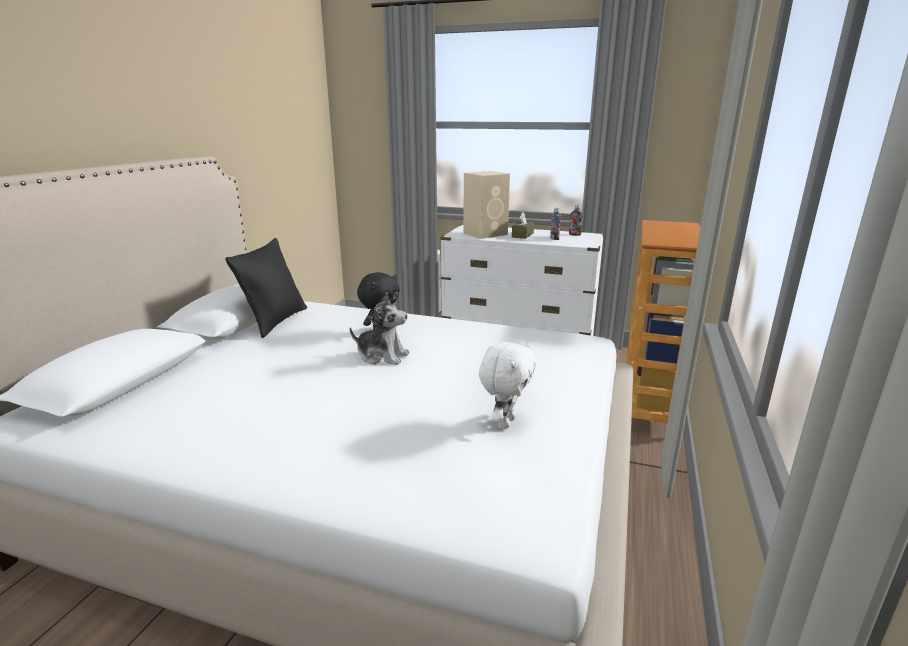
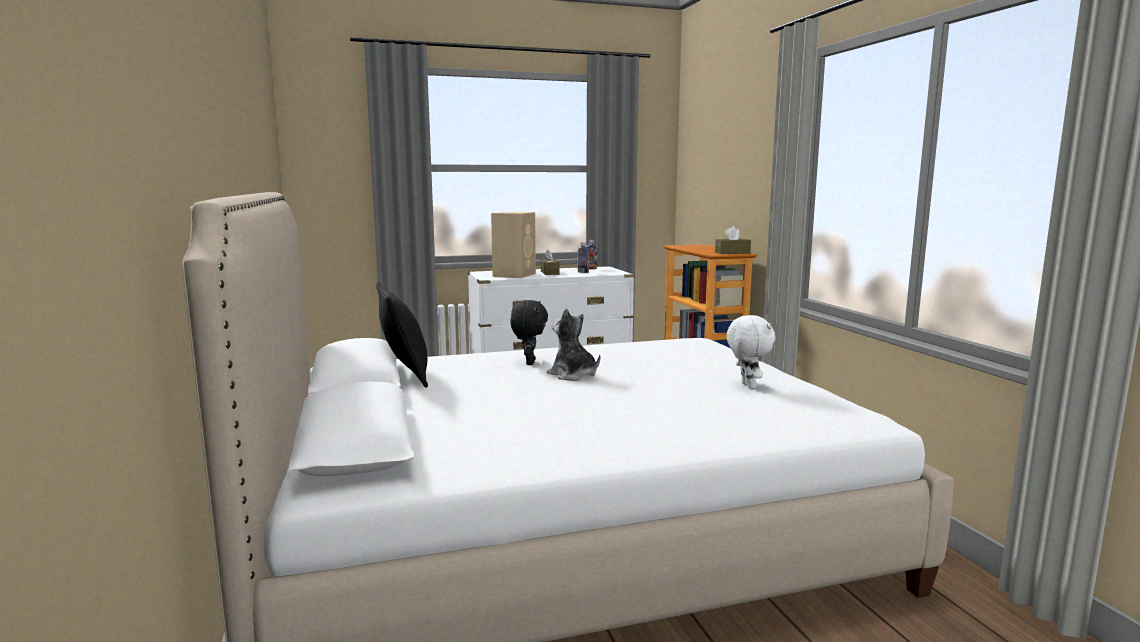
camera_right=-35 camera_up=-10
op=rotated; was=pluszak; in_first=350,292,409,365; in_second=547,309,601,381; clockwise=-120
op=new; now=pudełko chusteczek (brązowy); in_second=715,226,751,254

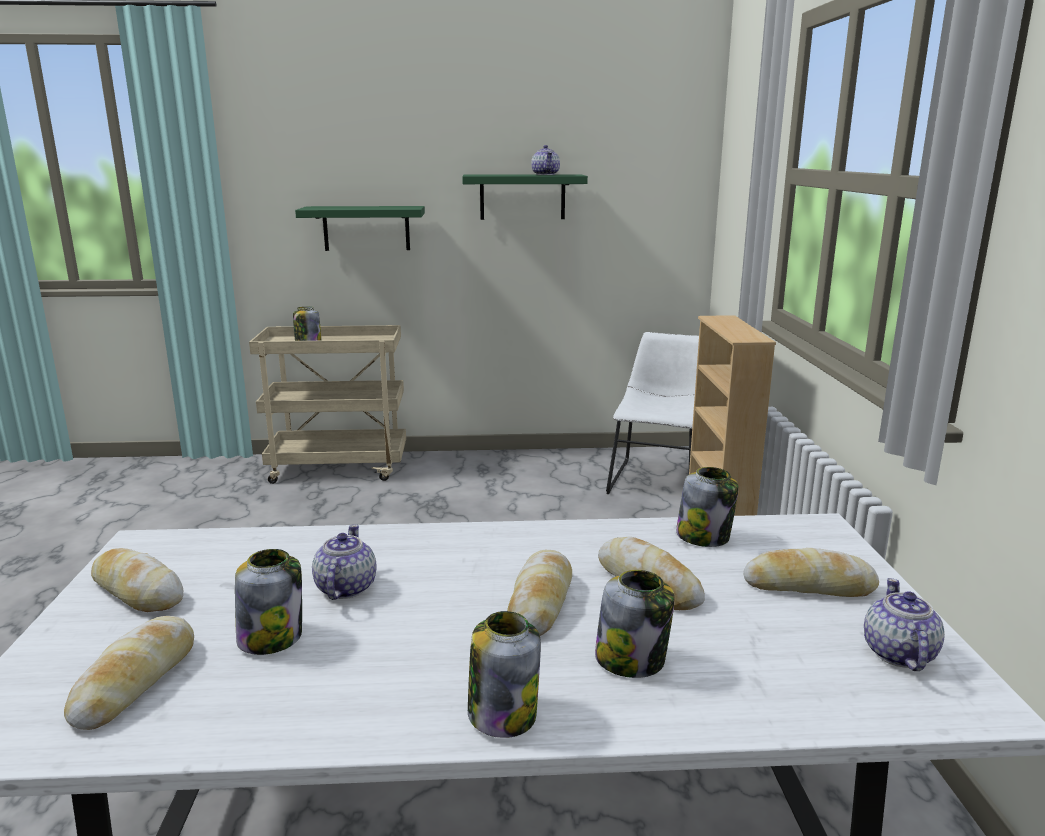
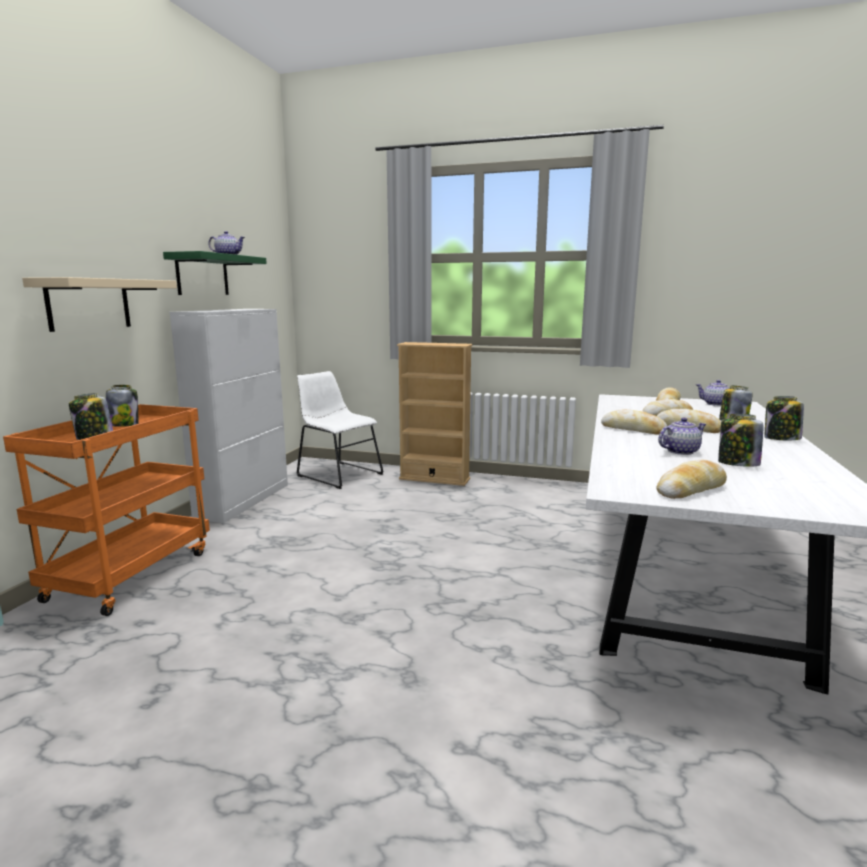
camera_right=-70 camera_up=-5
op=shifted; was=chleb; in_first=64,616,194,730; in_second=601,410,667,435
op=repainted; was=wózek (beżowy); now=wózek (pomarańczowy); in_first=249,325,406,484; in_second=3,404,210,616
op=repainted; was=półka (zielony); now=półka (beżowy); in_first=295,206,425,251; in_second=22,277,177,332
op=rotated; was=imbryk; in_first=312,524,377,600; in_second=658,417,706,455; clockwise=135
op=shifted; was=słoik; in_first=676,467,739,547; in_second=106,385,138,427
op=new; now=szafka (biały); in_second=170,309,288,523

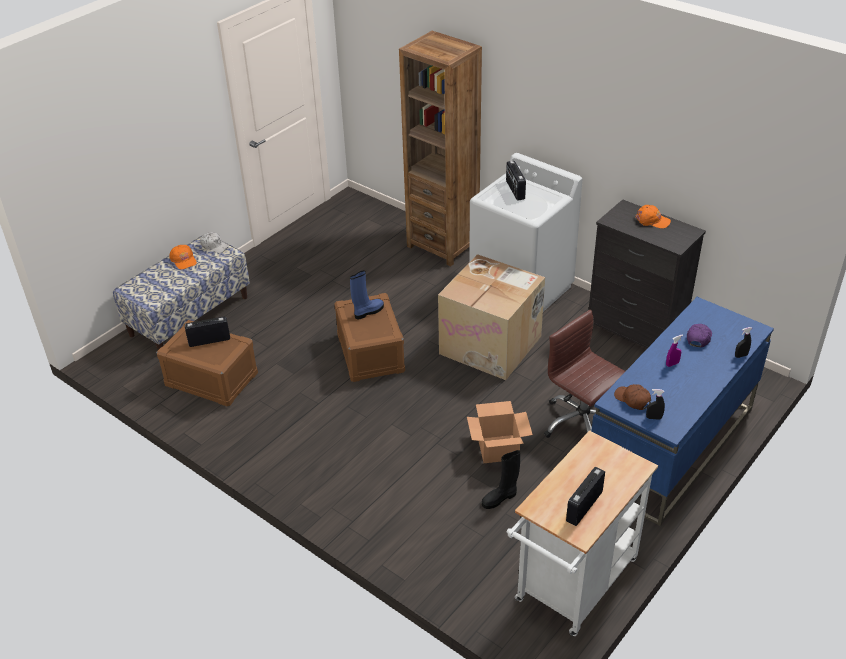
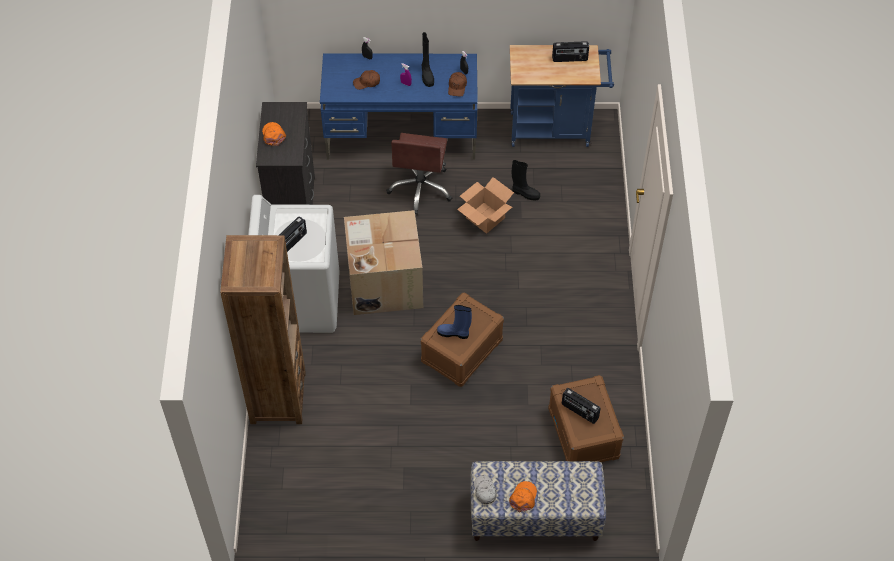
camera_right=-130 camera_up=15
op=repainted; was=wózek (biały); now=wózek (niebieski); in_first=507,430,658,636; in_second=510,45,614,147
op=repainted; was=czapka z daszkiem (fioletowy); now=czapka z daszkiem (brązowy); in_first=687,324,712,347; in_second=353,70,380,90
op=new; now=but z cholewką (czarny); in_second=422,32,434,87

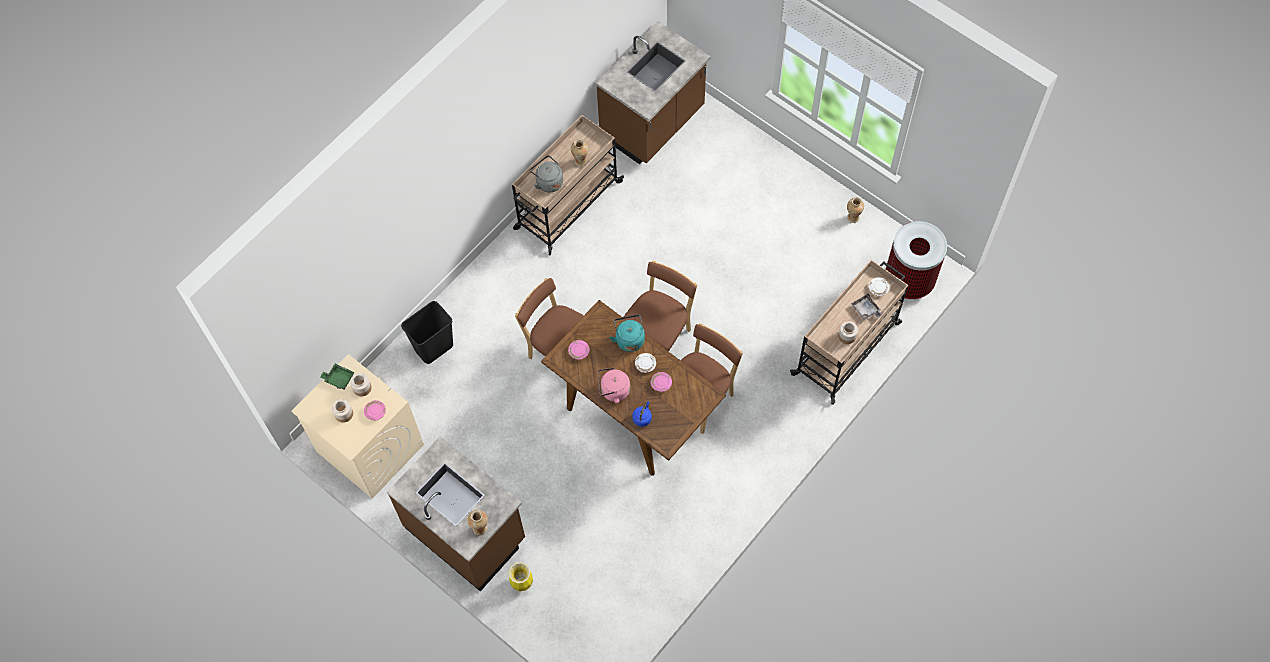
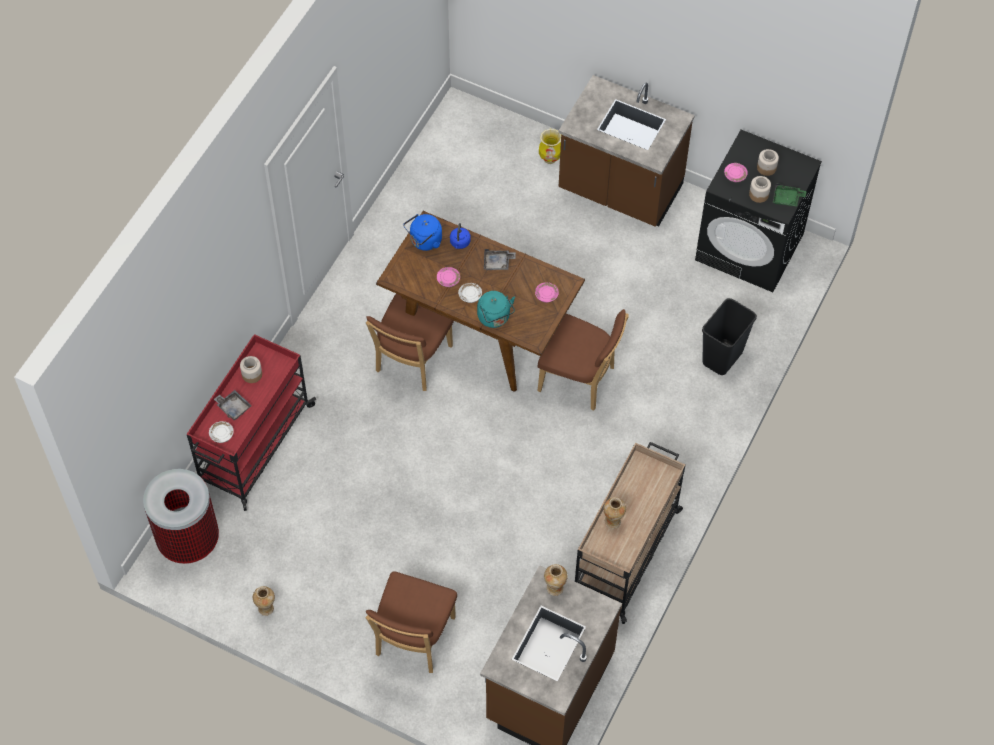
camera_right=165 camera_up=-5
op=repainted; was=pralka (beżowy); now=pralka (czarny); in_first=291,354,424,499; in_second=695,130,822,292
op=shifted; was=wazon; in_first=467,510,488,536; in_second=544,564,568,596
op=gone; was=czajnik (szary); in_first=530,155,563,192
op=swapped; was=czajnik (różowy); now=taca (szary); in_first=598,368,630,404; in_second=484,249,516,270
op=shifted; was=krzesło (brązowy); in_first=623,261,697,351; in_second=365,571,457,673
op=repainted; was=wózek (beżowy); now=wózek (czerwony); in_first=790,260,908,405; in_second=187,334,316,511
op=new; now=czajnik (niebieski); in_second=403,214,442,251

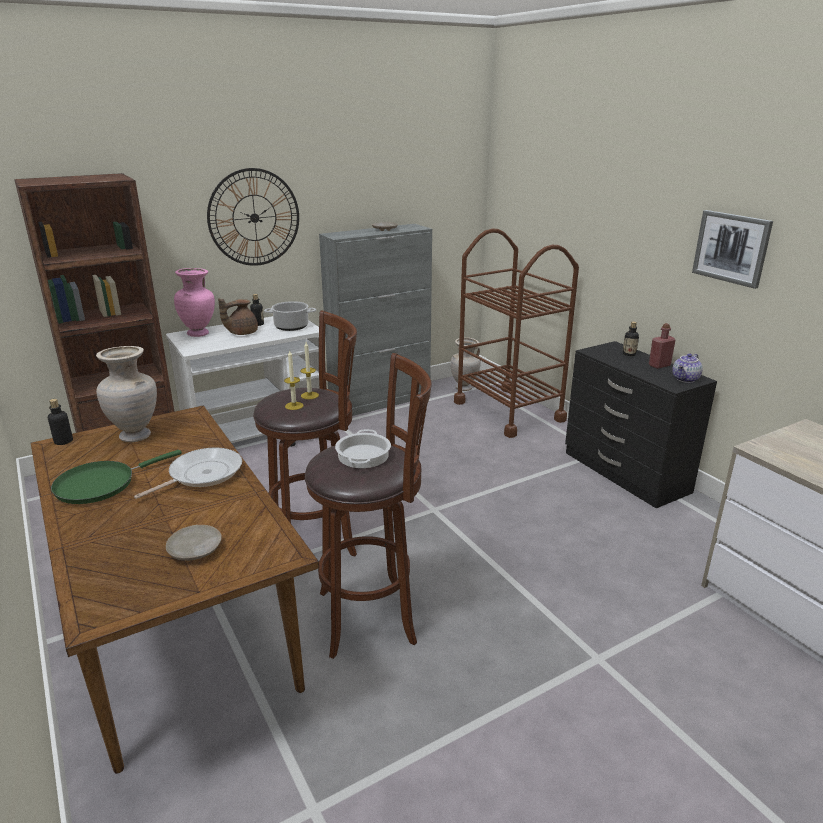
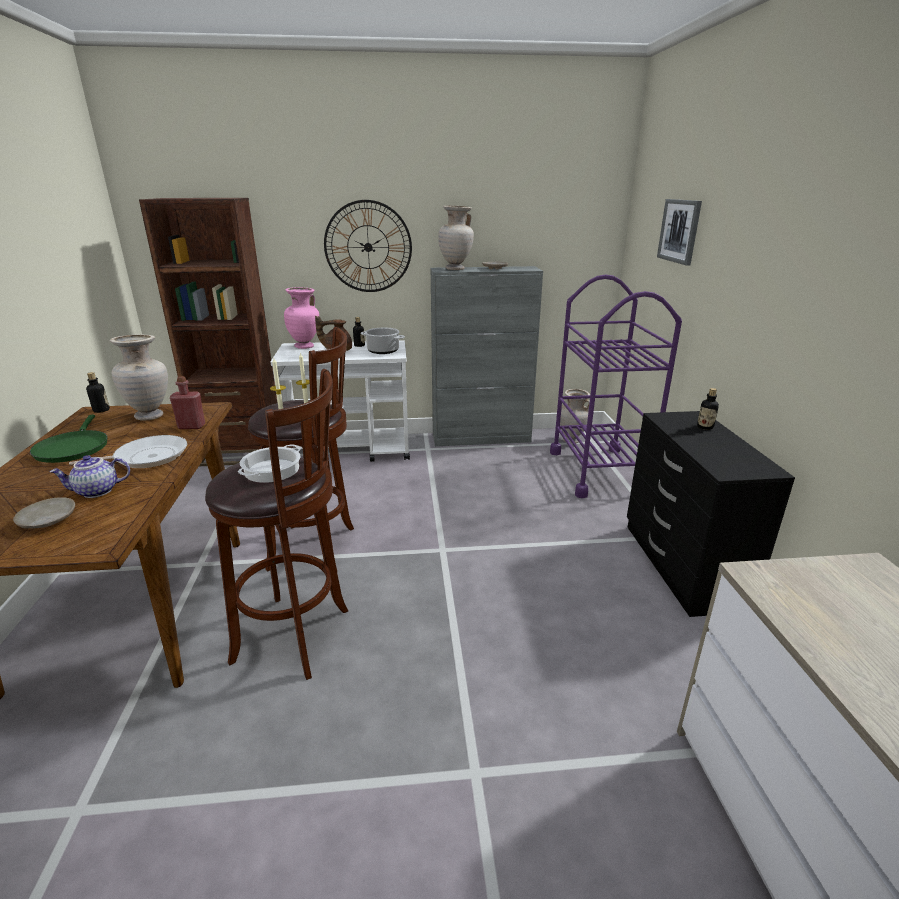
camera_right=25 camera_up=0
op=rotated; was=patelnia (zielony); in_first=51,450,182,504; in_second=30,415,107,463; clockwise=-90
op=repainted; was=wózek (brązowy); now=wózek (fioletowy); in_first=454,229,579,438; in_second=550,274,682,498
op=shifted; was=butelka (czerwony); in_first=649,323,675,369; in_second=170,376,205,429
op=shifted; was=imbryk; in_first=672,353,703,383; in_second=50,455,130,498
op=shifted; was=obraz; in_first=692,210,773,289; in_second=657,199,702,265
op=new; now=wazon (beżowy); in_second=438,206,474,270

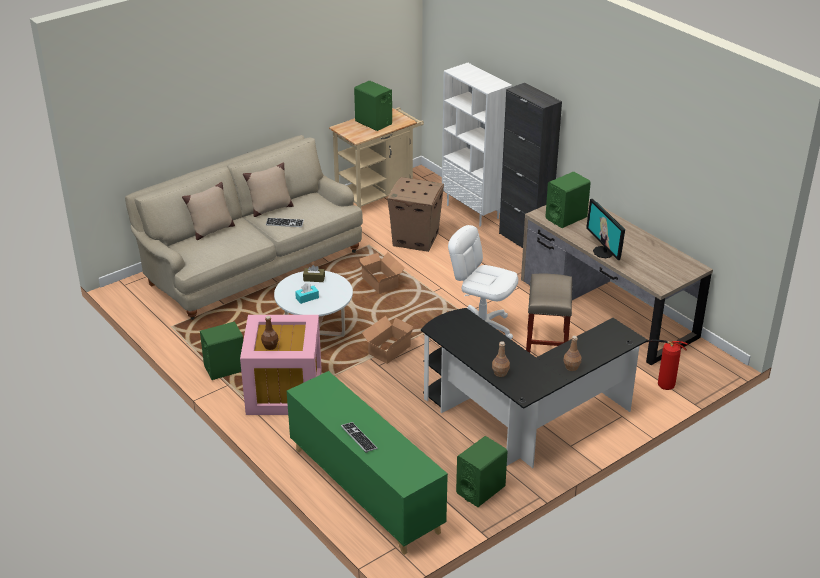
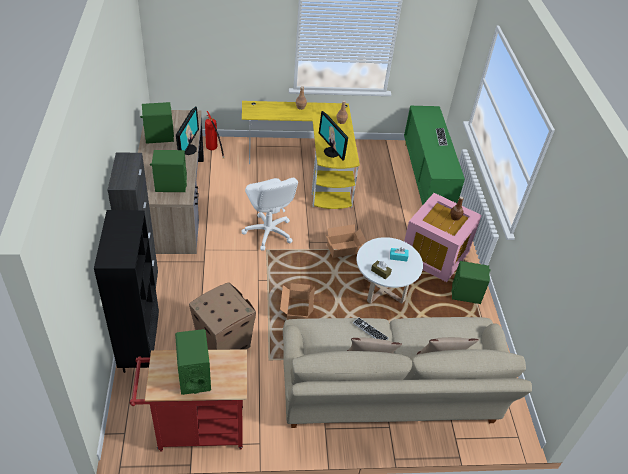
camera_right=-150 camera_up=10
op=repainted; was=wózek (beżowy); now=wózek (czerwony); in_first=329,107,424,208; in_second=130,349,247,451
op=repainted; was=biurko (czarny); now=biurko (żółty); in_first=421,308,648,468; in_second=242,101,360,209
op=repainted; was=regał (biały); now=regał (czarny); in_first=442,63,512,227; in_second=94,210,159,373
op=shifted; was=głośnik (zielony); in_first=456,436,508,507; in_second=140,102,174,144
op=gone; was=stołek (beżowy); in_first=526,274,572,353
op=new; now=monitor; in_second=319,111,348,160

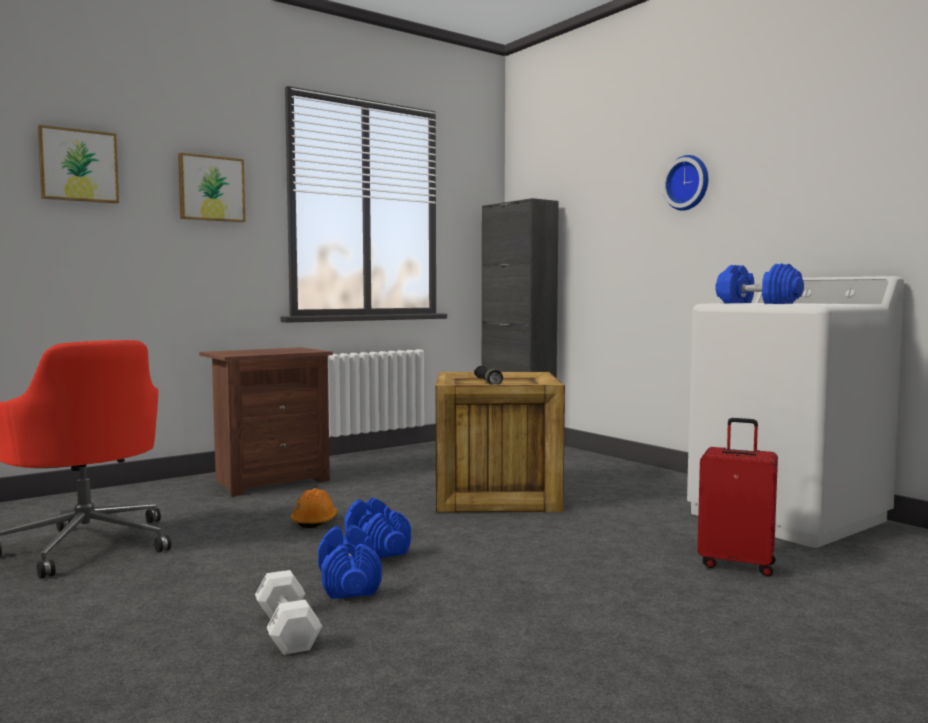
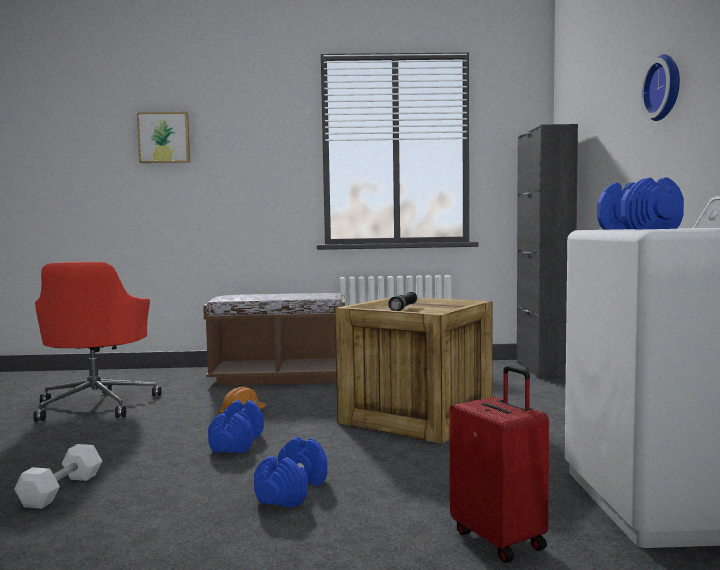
camera_right=35 camera_up=0
op=gone; was=obraz; in_first=178,153,245,222
op=swapped; was=szafka nocna (brązowy); now=ławka (brązowy); in_first=199,347,333,496; in_second=203,293,345,386
op=shifted; was=hantel (niebieski); in_first=318,525,382,599; in_second=254,437,327,508

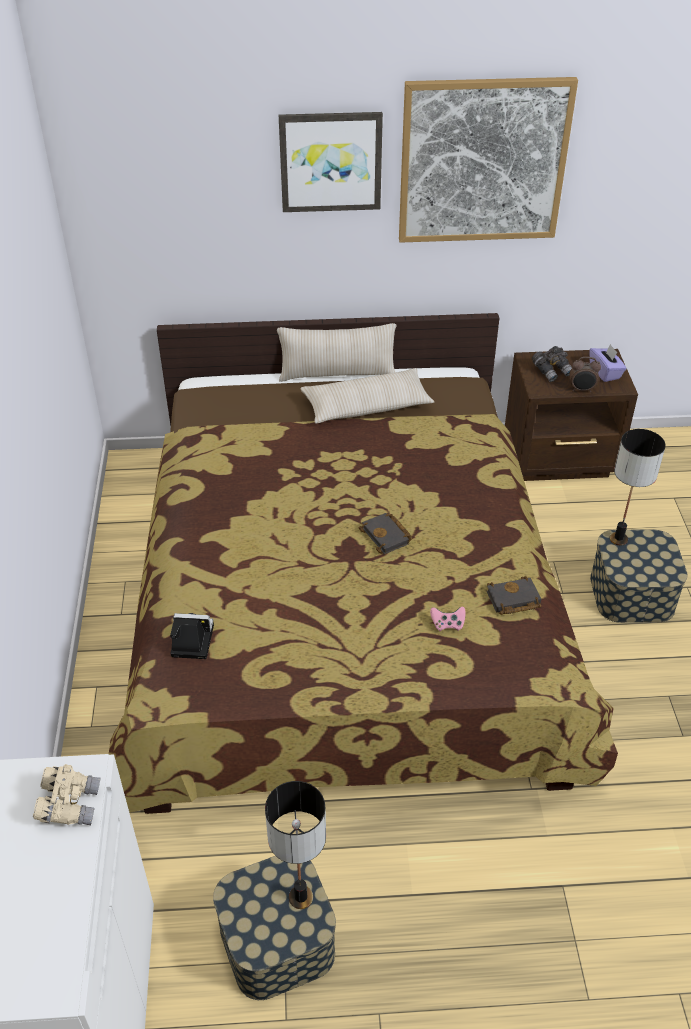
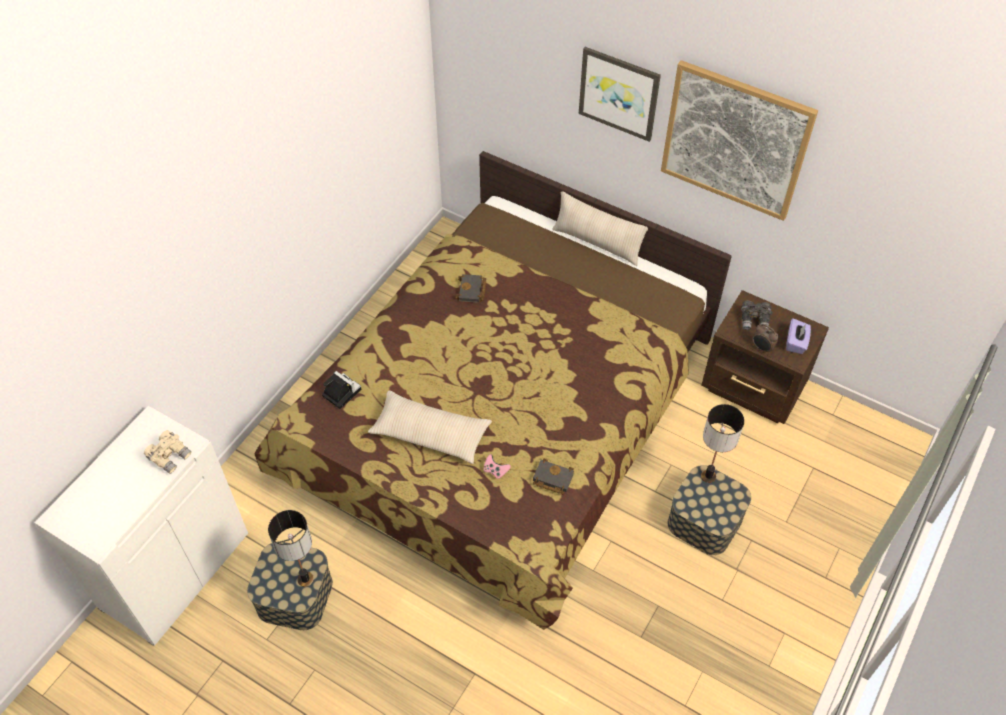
camera_right=35 camera_up=10
op=shifted; was=poduszka (beżowy); in_first=300,368,434,423; in_second=368,390,492,464
op=shifted; was=książka (czarny); in_first=359,513,412,554; in_second=455,274,486,303

